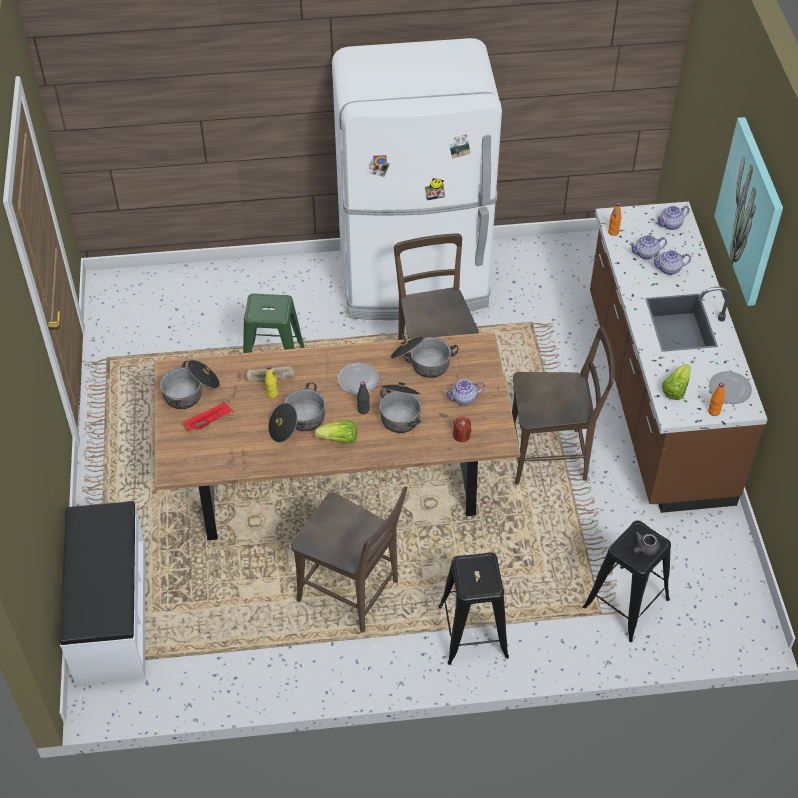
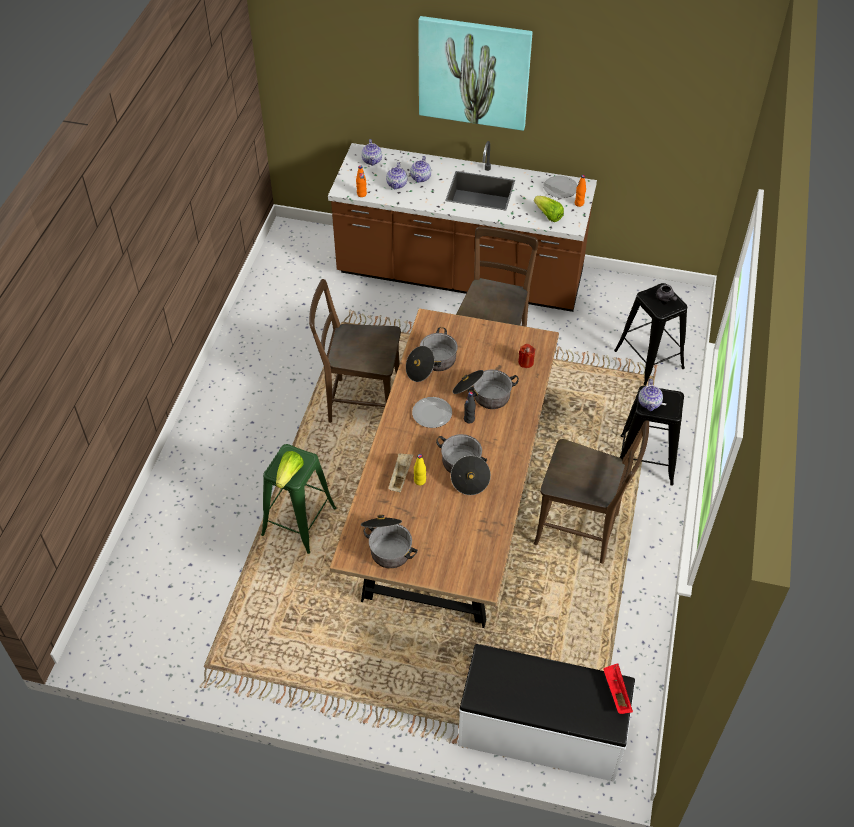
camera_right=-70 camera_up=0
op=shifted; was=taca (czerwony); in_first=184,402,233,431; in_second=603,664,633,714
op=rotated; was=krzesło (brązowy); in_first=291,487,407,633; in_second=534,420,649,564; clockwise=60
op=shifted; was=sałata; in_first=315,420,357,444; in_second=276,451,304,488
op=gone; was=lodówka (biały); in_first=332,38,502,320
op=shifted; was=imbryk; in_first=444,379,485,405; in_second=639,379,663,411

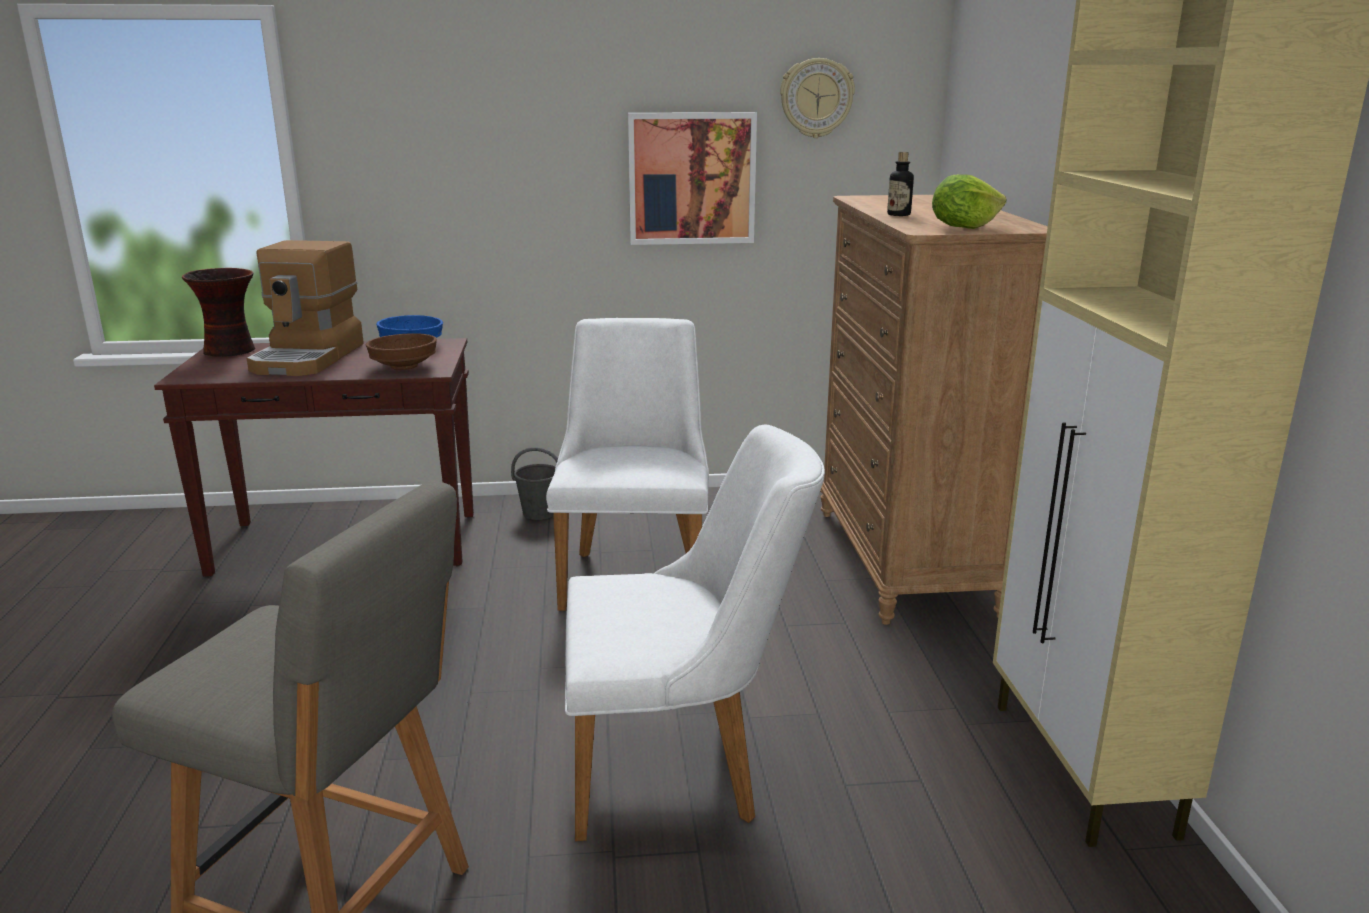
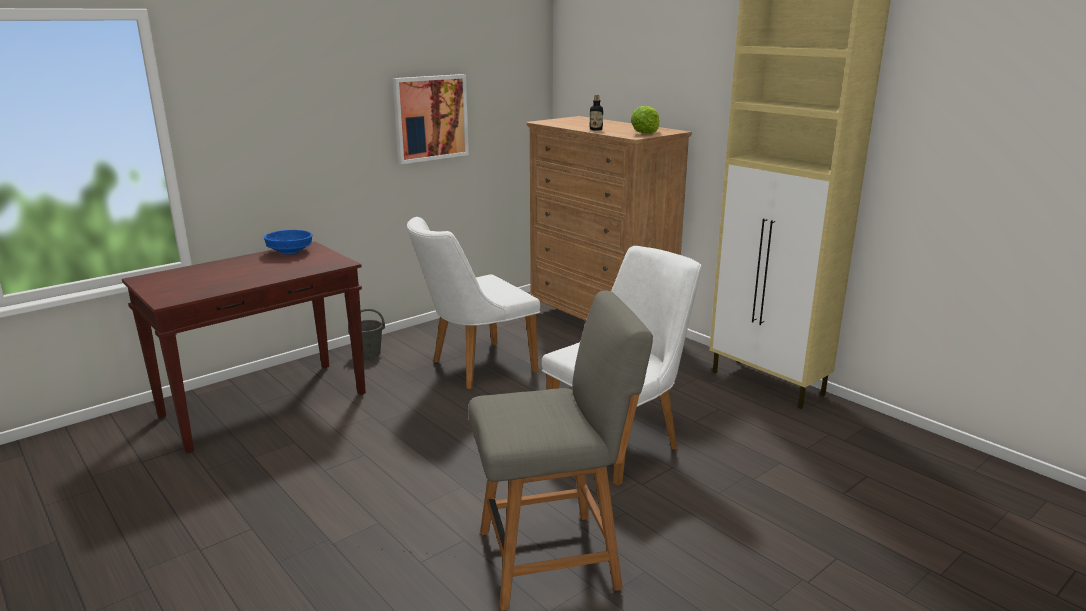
camera_right=-35 camera_up=0
op=gone; was=wazon; in_first=182,268,255,357
op=gone; was=ekspres do kawy; in_first=247,240,364,376
op=gone; was=miska (brązowy); in_first=366,333,437,370
op=rotated; was=krzesło (biały); in_first=546,318,709,611; in_second=407,217,540,389; clockwise=-90
op=gone; was=zegar ścienny; in_first=780,58,855,138

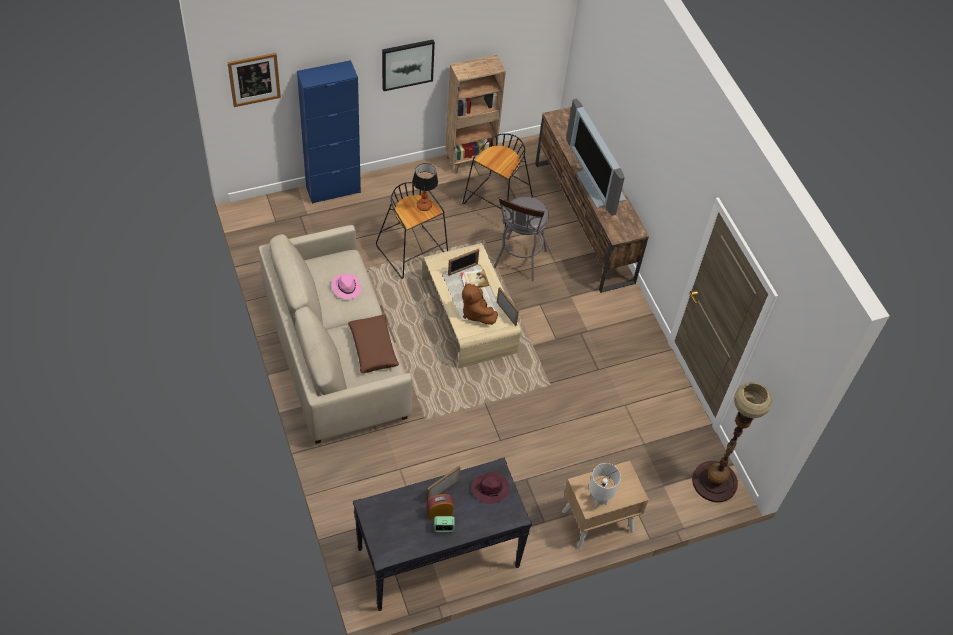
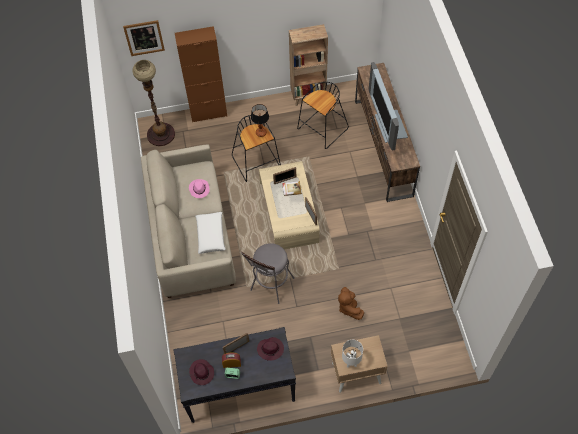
camera_right=15 camera_up=5
op=repainted; was=szafka (niebieski); now=szafka (brązowy); in_first=297,60,361,204; in_second=175,26,227,123
op=repainted; was=poduszka (brązowy); now=poduszka (biały); in_first=348,315,399,373; in_second=195,212,226,254
op=gone; was=obraz; in_first=382,40,435,91
op=shifted; was=pluszak (brązowy); in_first=462,283,498,325; in_second=338,287,364,320
op=shifted; was=stołek (szary); in_first=493,197,549,281; in_second=241,243,295,304
op=shifted; was=lampa stojąca; in_first=692,382,772,502; in_second=132,60,175,146
op=new; now=kapelusz (fioletowy); in_second=189,359,214,385

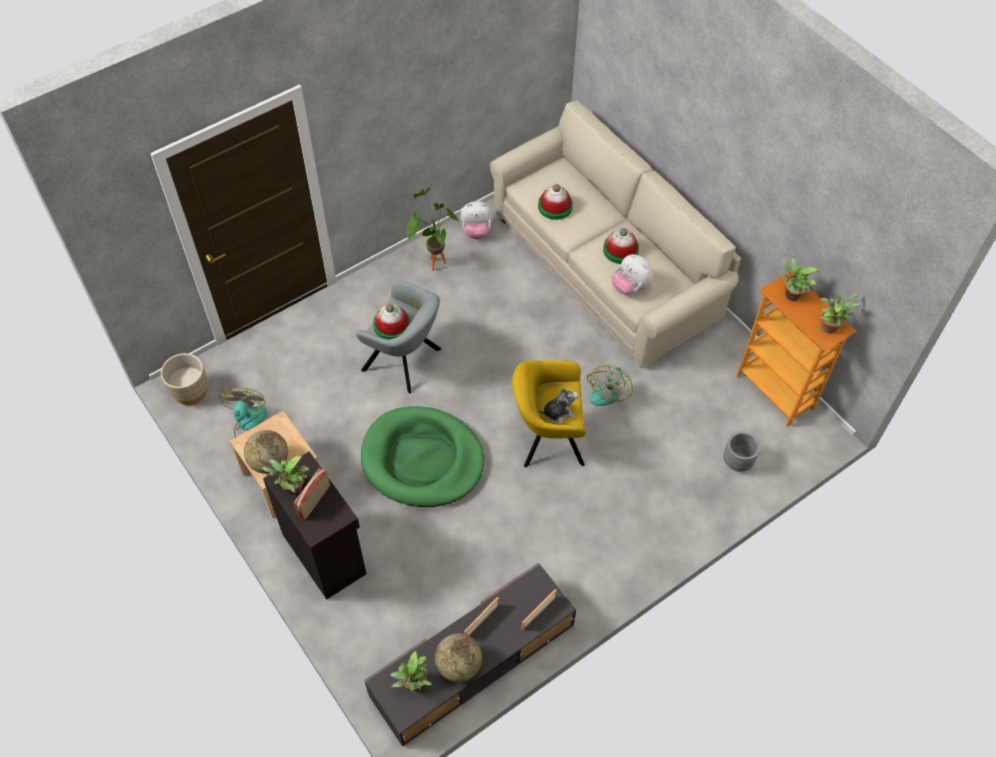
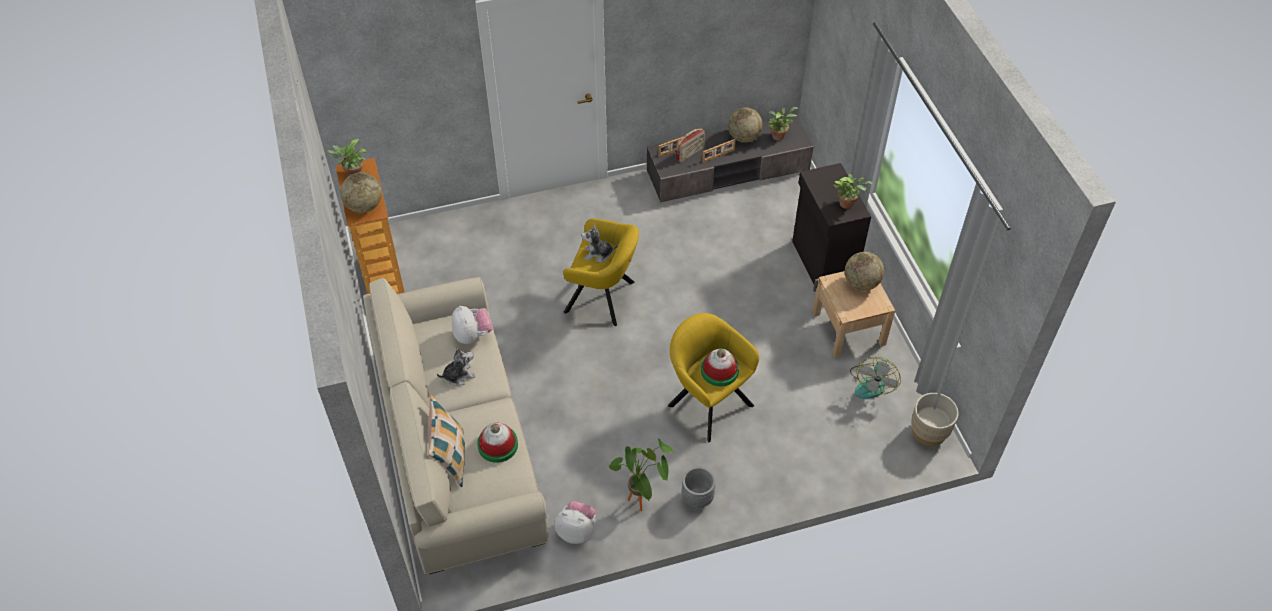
camera_right=-160 camera_up=-5
op=shifted; was=radio; in_first=294,468,330,519; in_second=676,128,705,163
op=repainted; was=fotel (szary); now=fotel (żółty); in_first=356,280,441,394; in_second=668,313,759,442
op=gone; was=legowisko (zielony); in_first=361,406,484,507
op=gone; was=wentylator; in_first=587,365,633,406
op=swapped; was=kapelusz; now=pluszak; in_first=603,228,639,264; in_second=437,348,475,386
op=shifted; was=donica (szary); in_first=723,432,760,472; in_second=682,466,716,508
op=swapped; was=roślina doniczkowa; now=globus; in_first=782,258,819,301; in_second=340,172,382,213
op=new; now=poduszka; in_second=428,395,465,487

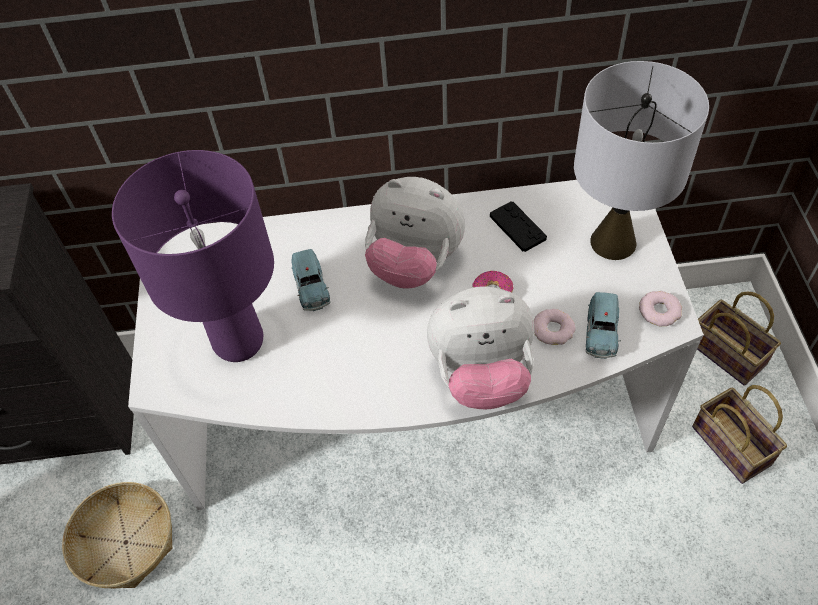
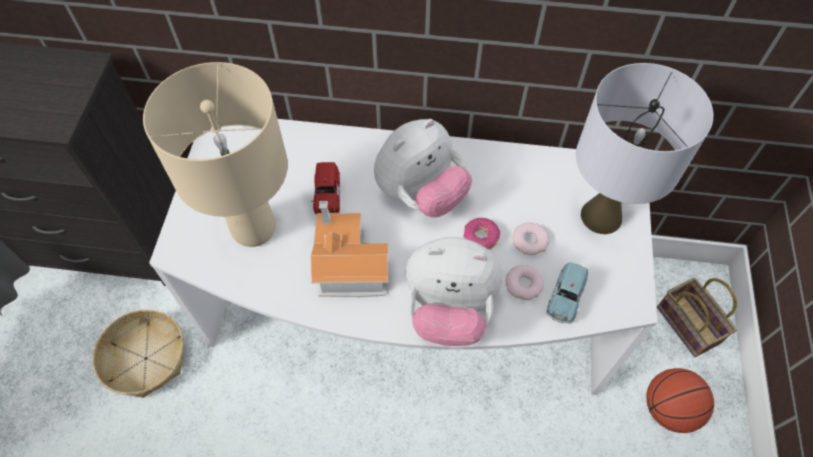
camera_right=10 camera_up=5
op=repainted; was=lampa stołowa (fioletowy); now=lampa stołowa (beżowy); in_first=112,150,274,362; in_second=143,62,288,247
op=repainted; was=samochodzik (niebieski); now=samochodzik (czerwony); in_first=291,249,331,311; in_second=311,162,340,215
op=rotated; was=pluszak; in_first=365,177,465,289; in_second=374,119,472,217; clockwise=-75
op=gone; was=pad do gier (czarny); in_first=490,202,547,252
op=shifted; was=donut; in_first=639,291,682,327; in_second=513,222,550,255
op=swapped; was=koszyk; now=piłka do koszykówki; in_first=692,385,787,484; in_second=646,368,714,433
op=new; now=domek; in_second=311,201,388,297

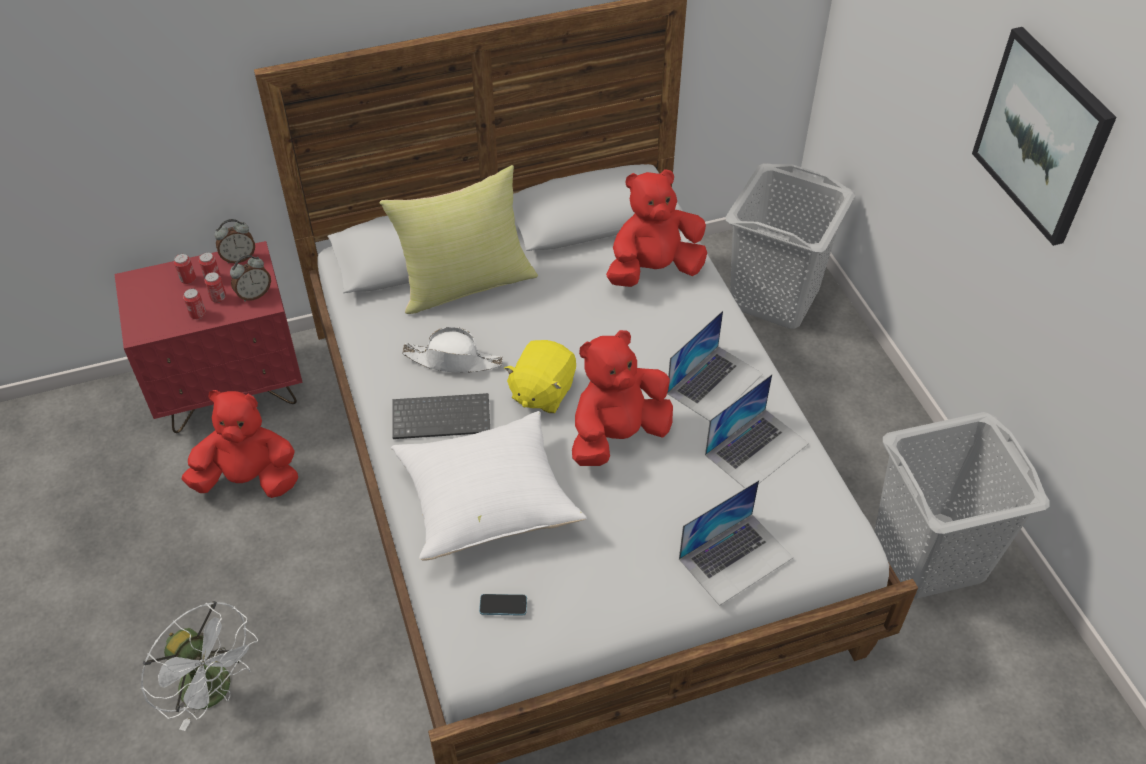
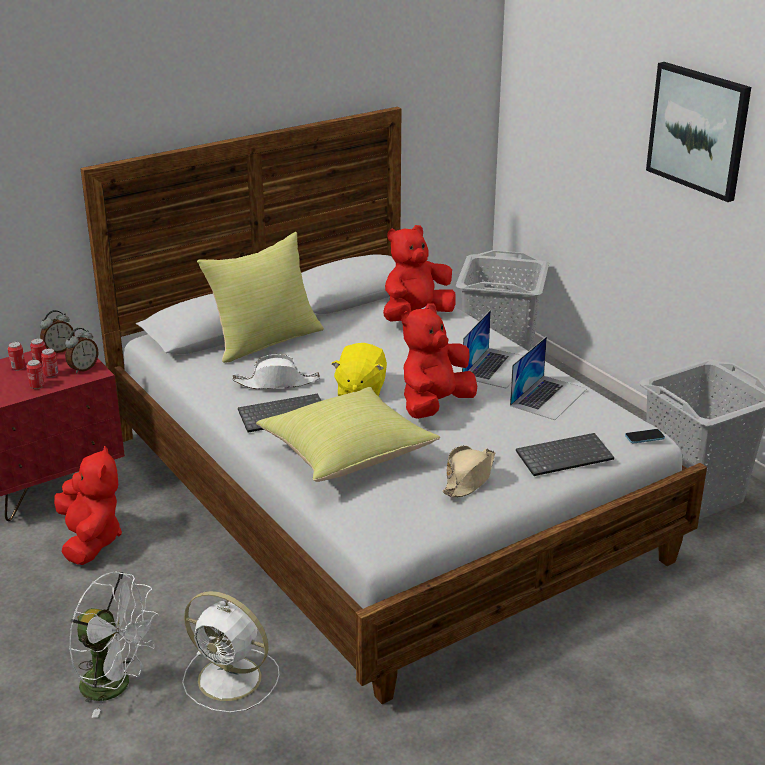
camera_right=-15 camera_up=-20
op=rotated; was=pluszak (czerwony); in_first=182,390,298,498; in_second=54,445,122,565; clockwise=90
op=repainted; was=poduszka (biały); now=poduszka (żółty); in_first=391,411,587,560; in_second=256,387,440,482
op=shifted; was=telefon; in_first=479,594,527,616; in_second=625,429,665,443
op=swapped; was=laptop; now=klawiatura; in_first=679,480,793,606; in_second=516,433,614,476
op=new; now=wentylator (biały); in_second=182,591,279,713
op=new; now=kapelusz (beżowy); in_second=442,445,495,497

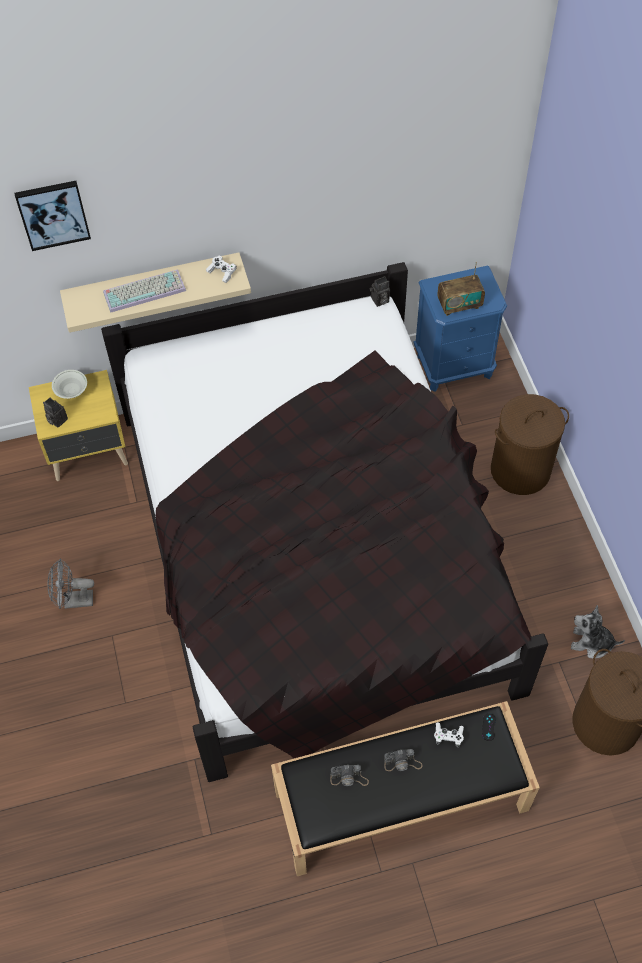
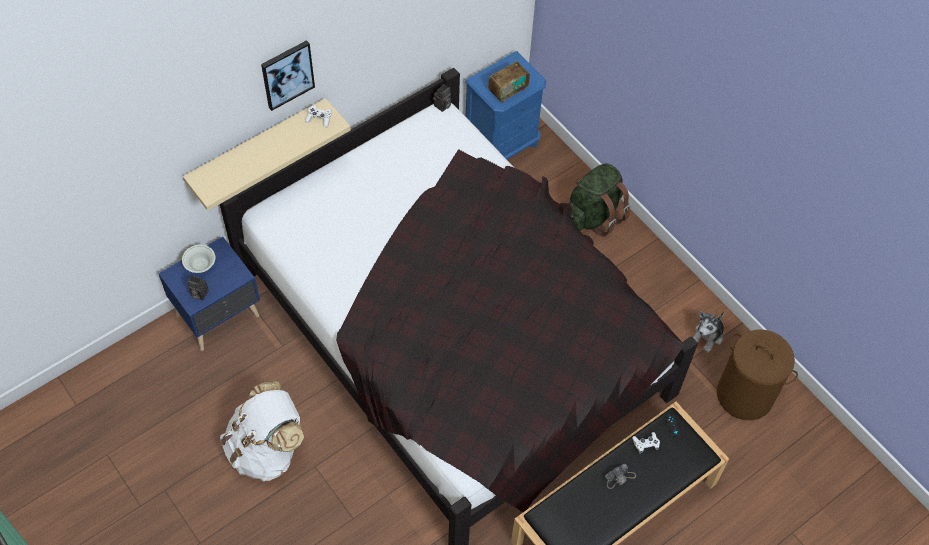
camera_right=-25 camera_up=0
op=shifted; was=obraz; in_first=14,181,91,251; in_second=261,40,315,111
op=repainted; was=szafka nocna (żółty); now=szafka nocna (niebieski); in_first=29,370,128,481; in_second=158,236,260,351
op=swapped; was=wentylator (szary); now=plecak (biały); in_first=47,559,94,609; in_second=220,381,304,482
op=gone; was=klawiatura; in_first=103,269,186,313
op=gone; was=aparat fotograficzny; in_first=330,765,369,786
op=swapped; was=kosz na pranie (brązowy); now=plecak (zielony); in_first=491,394,569,495; in_second=568,163,631,237
op=rotated; was=pluszak; in_first=571,605,625,658; in_second=693,311,724,353; clockwise=-45

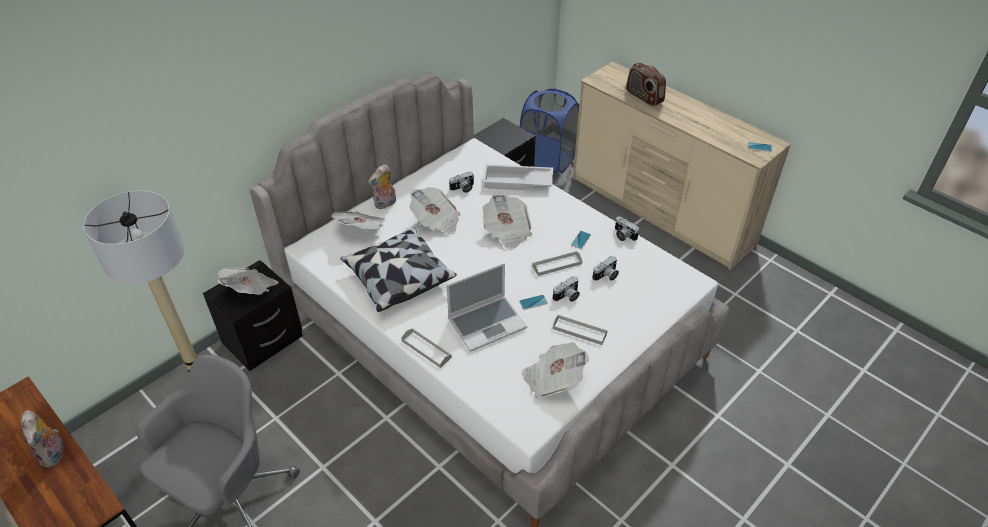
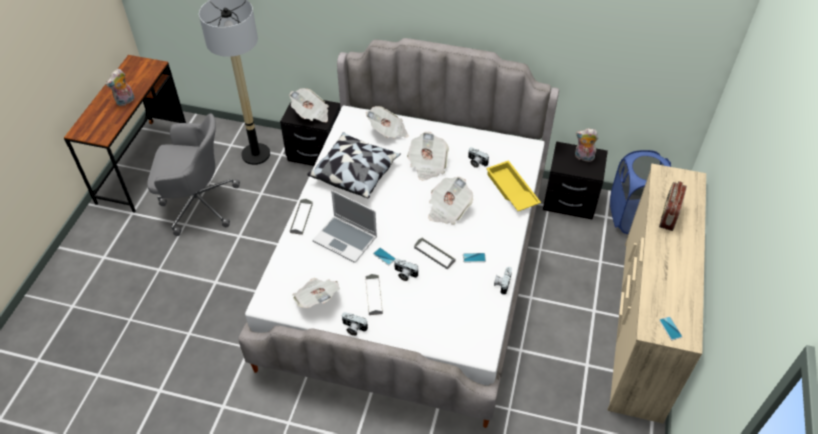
camera_right=60 camera_up=5
op=shifted; was=pluszak; in_first=368,164,396,210; in_second=575,128,598,162
op=repainted; was=taca (biały); now=taca (żółty); in_first=483,164,553,191; in_second=486,160,541,211
op=shifted; was=aparat fotograficzny; in_first=592,256,619,281; in_second=342,312,368,336

